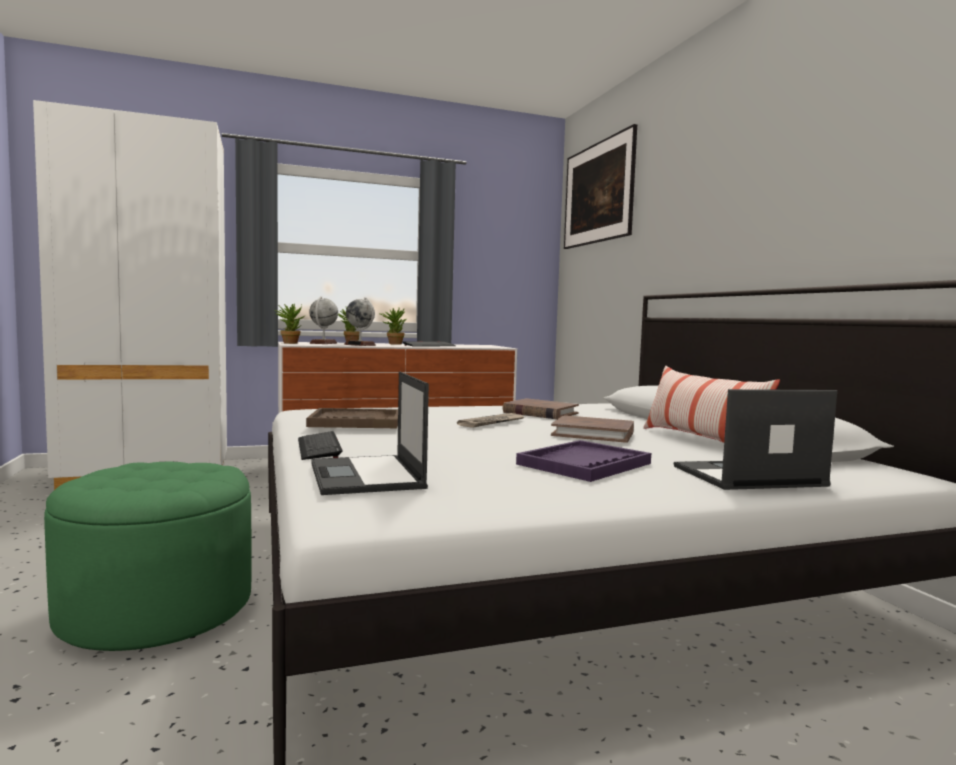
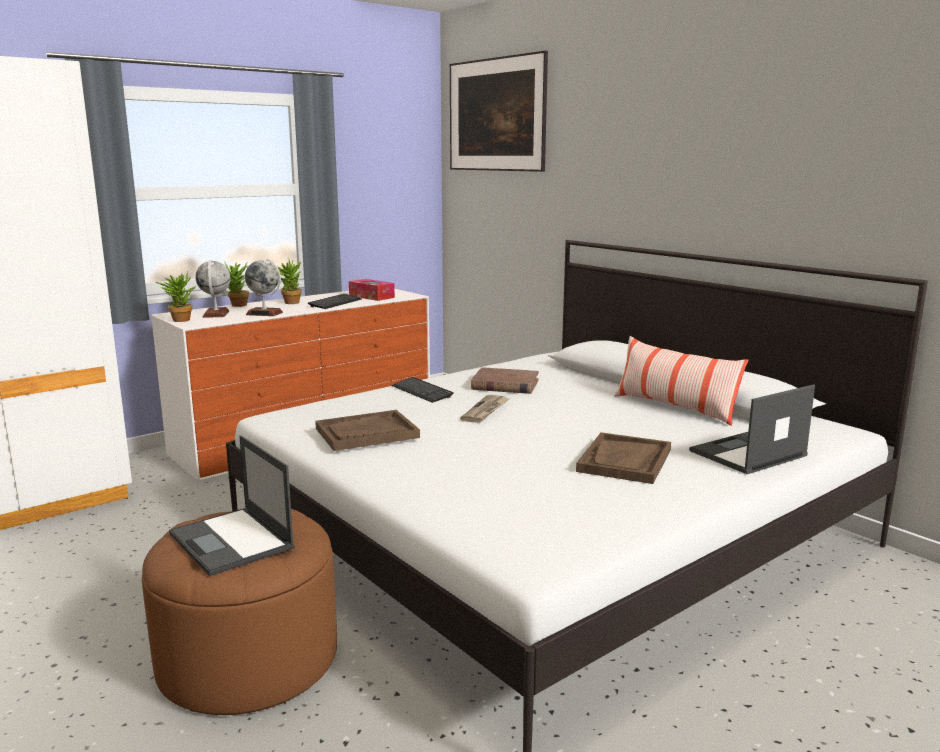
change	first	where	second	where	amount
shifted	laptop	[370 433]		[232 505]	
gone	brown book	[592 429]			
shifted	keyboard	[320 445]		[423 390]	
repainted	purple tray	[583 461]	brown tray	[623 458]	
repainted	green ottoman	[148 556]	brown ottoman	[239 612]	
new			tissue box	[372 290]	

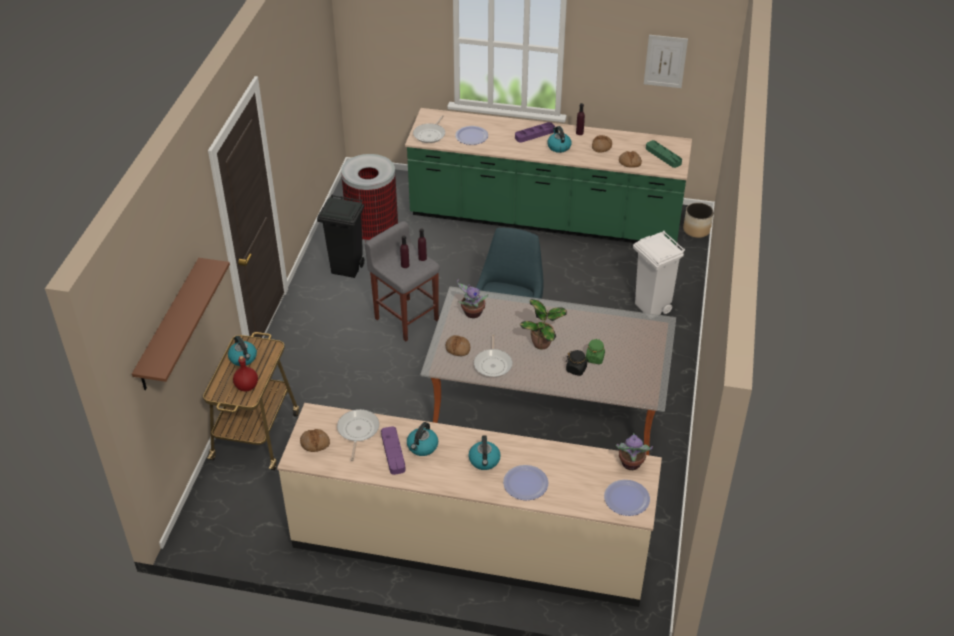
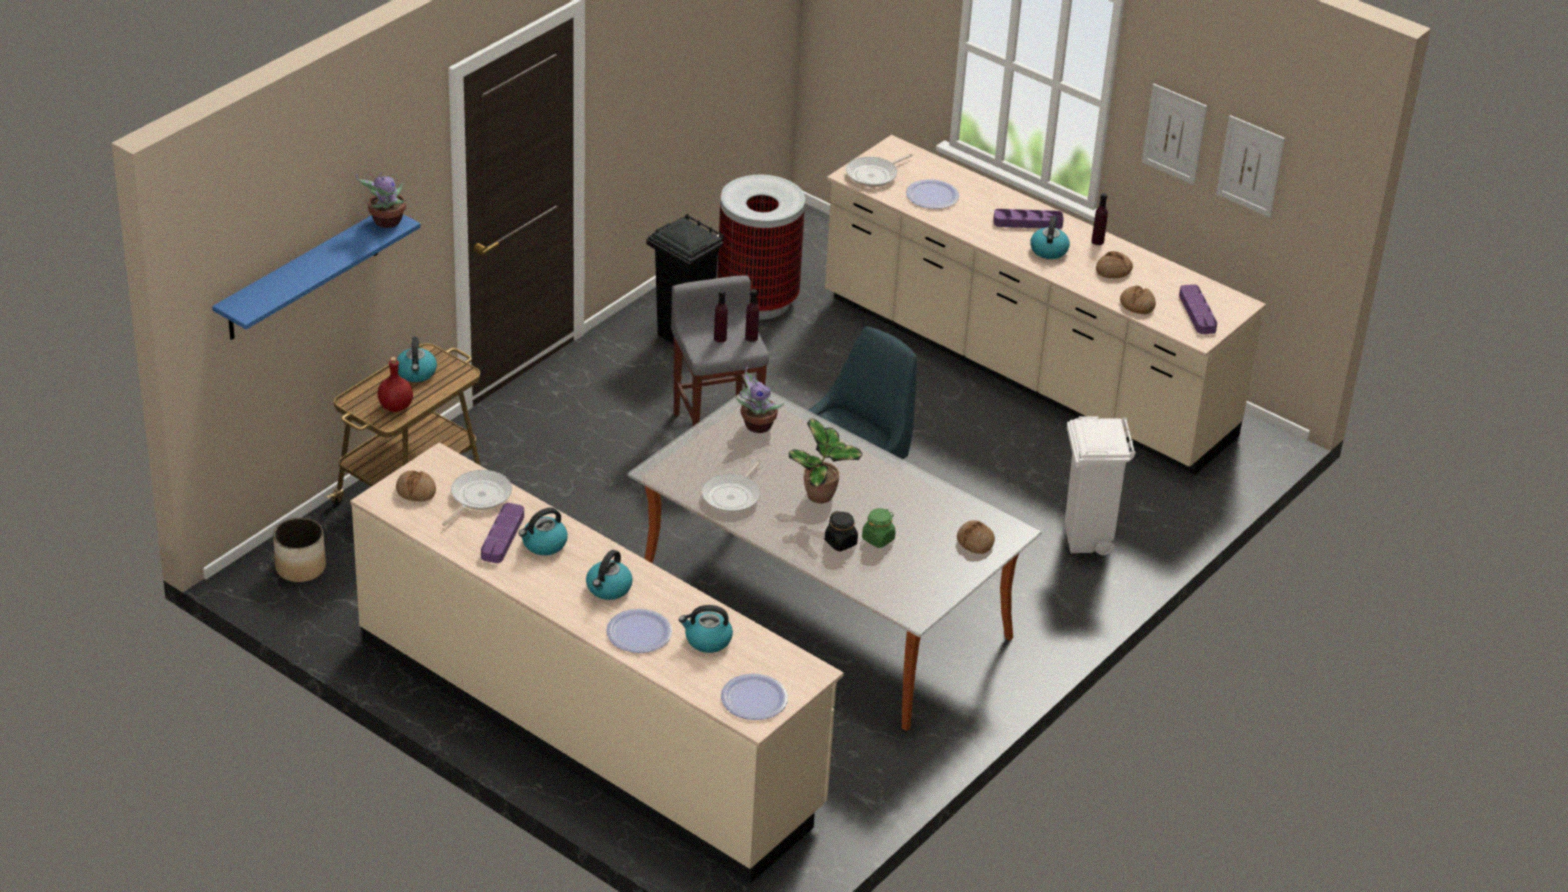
change	first	where	second	where	amount
repainted	green counter	[548 176]	beige counter	[1045 305]	
repainted	green tray	[664 154]	purple tray	[1198 309]	
shifted	planter	[698 220]		[299 550]	
repainted	brown shelf	[181 324]	blue shelf	[316 277]	
shifted	bread	[458 345]		[976 537]	
shifted	potted plant	[634 451]		[381 200]	
new			picture	[1174 134]	
new			kettle	[706 629]	

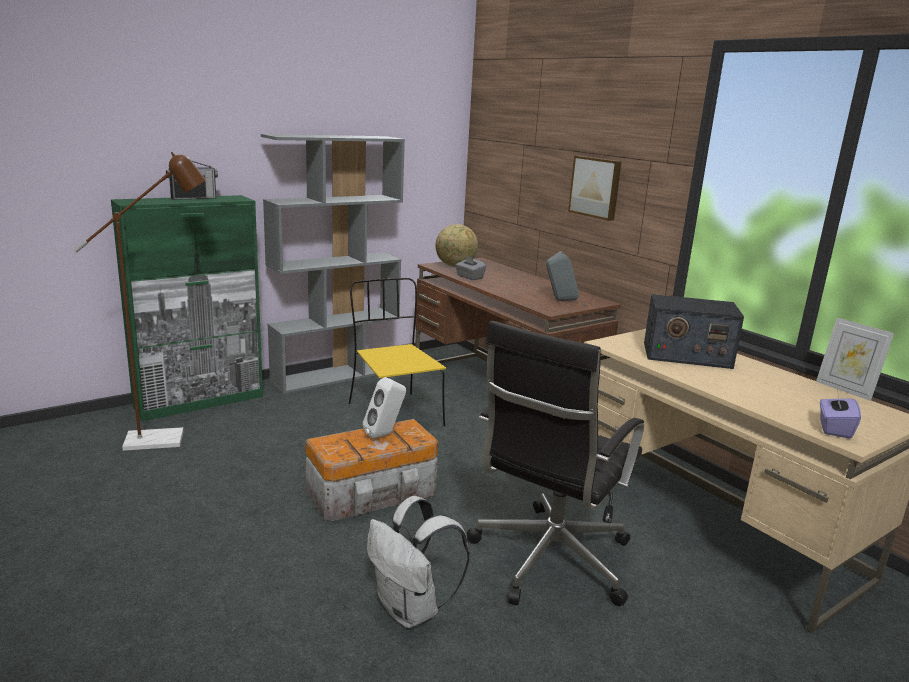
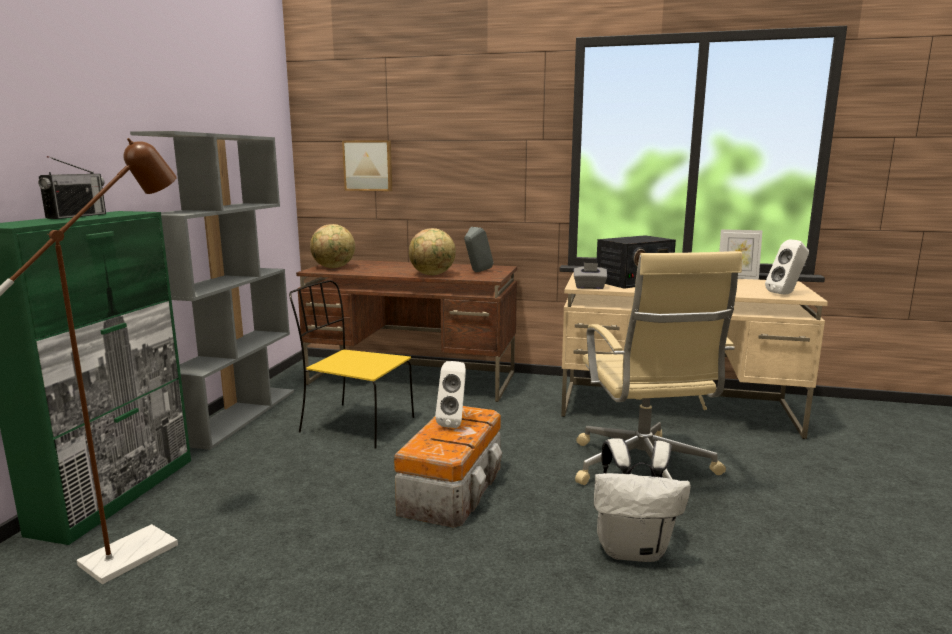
change	first	where	second	where	amount
shifted	picture	[595 188]		[367 165]	
shifted	grey tissue box	[470 267]		[590 276]	
repainted	black office chair	[555 463]	beige office chair	[658 368]	
swapped	purple tissue box	[840 414]	white speaker	[787 267]	
new			globe	[432 251]	

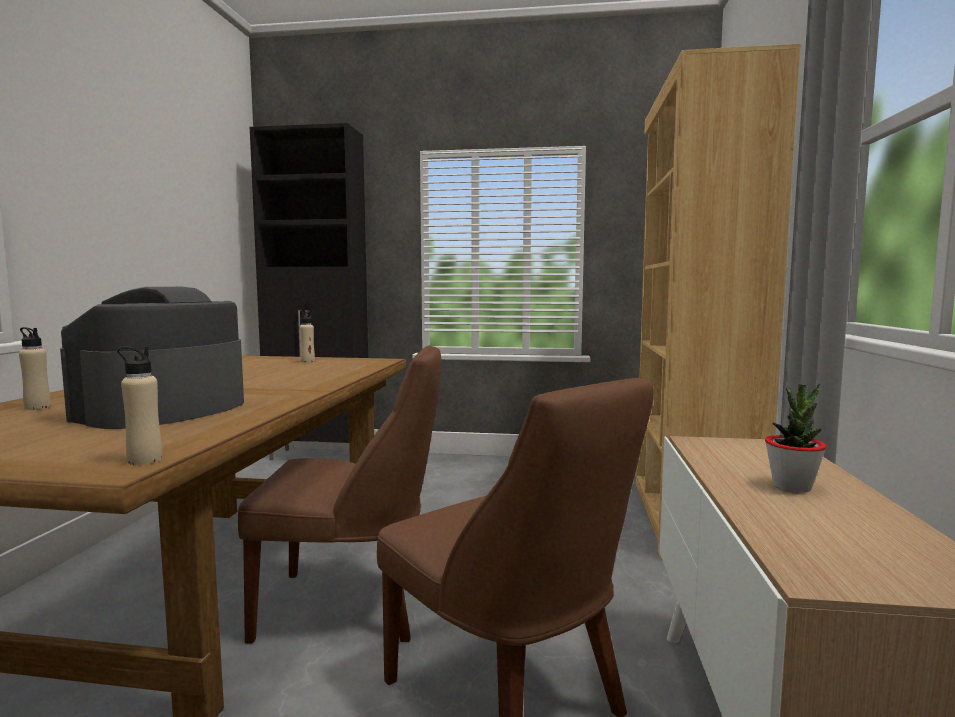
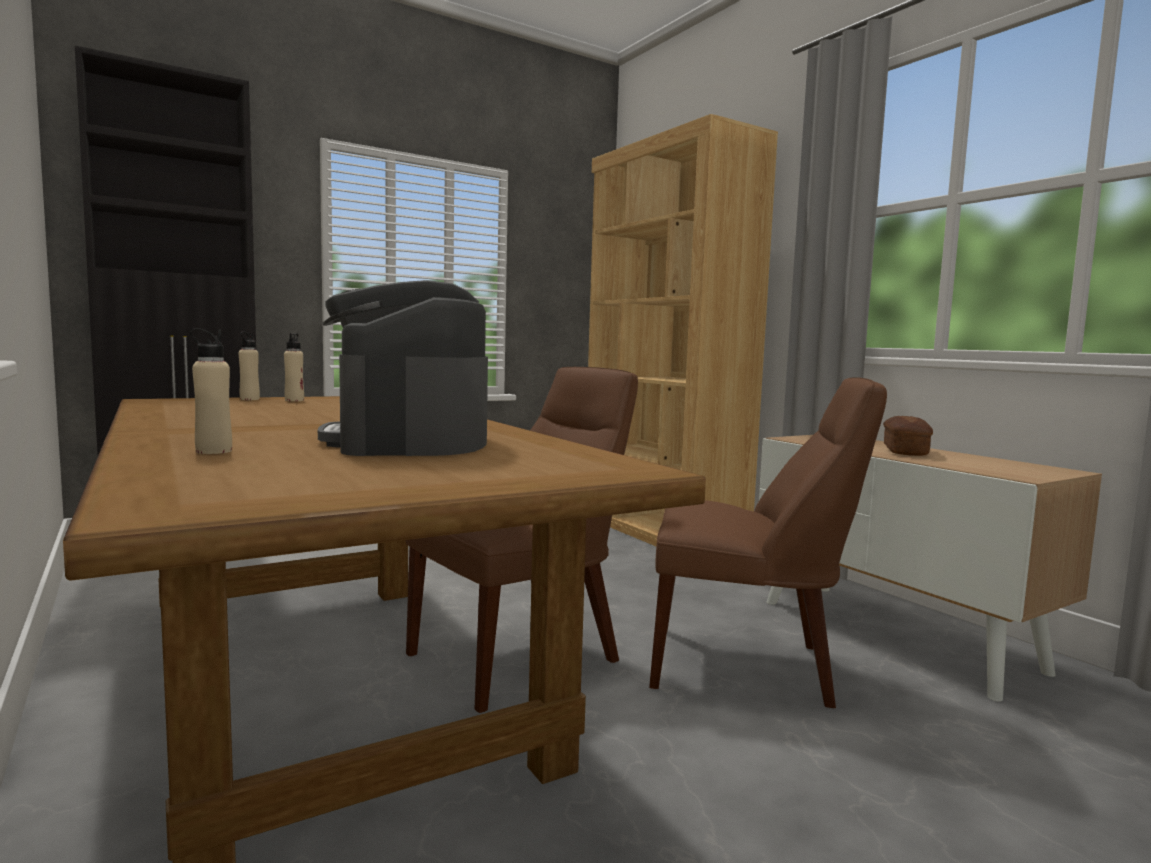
change	first	where	second	where	amount
shifted	beige bottle	[140 405]		[249 366]	
swapped	potted plant	[796 438]	bread	[908 436]	

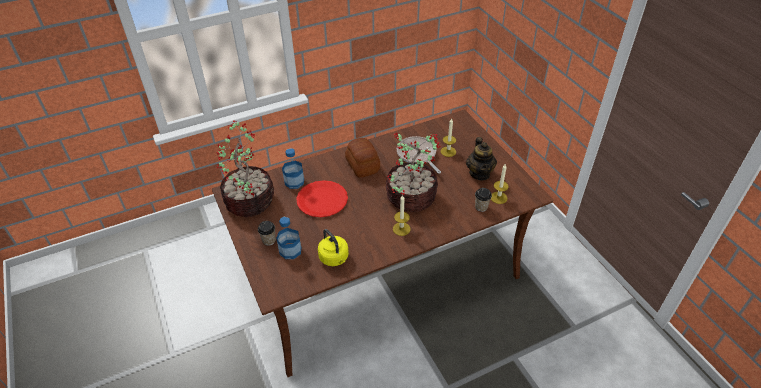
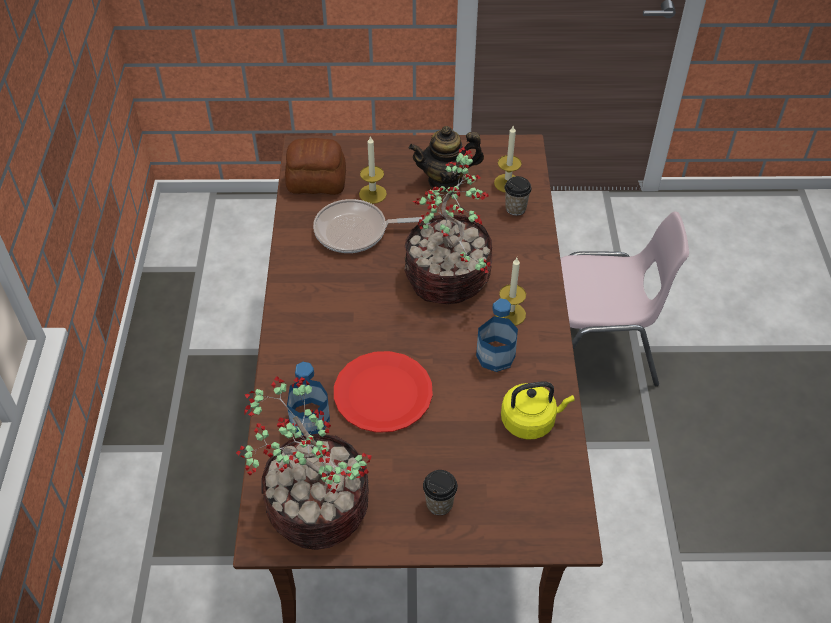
change	first	where	second	where	amount
rotated	teapot	[481 158]		[446 159]	150 degrees clockwise
shifted	bread	[362 158]		[315 166]	
shifted	bottle	[288 238]		[497 335]	
new			pink chair	[624 298]	

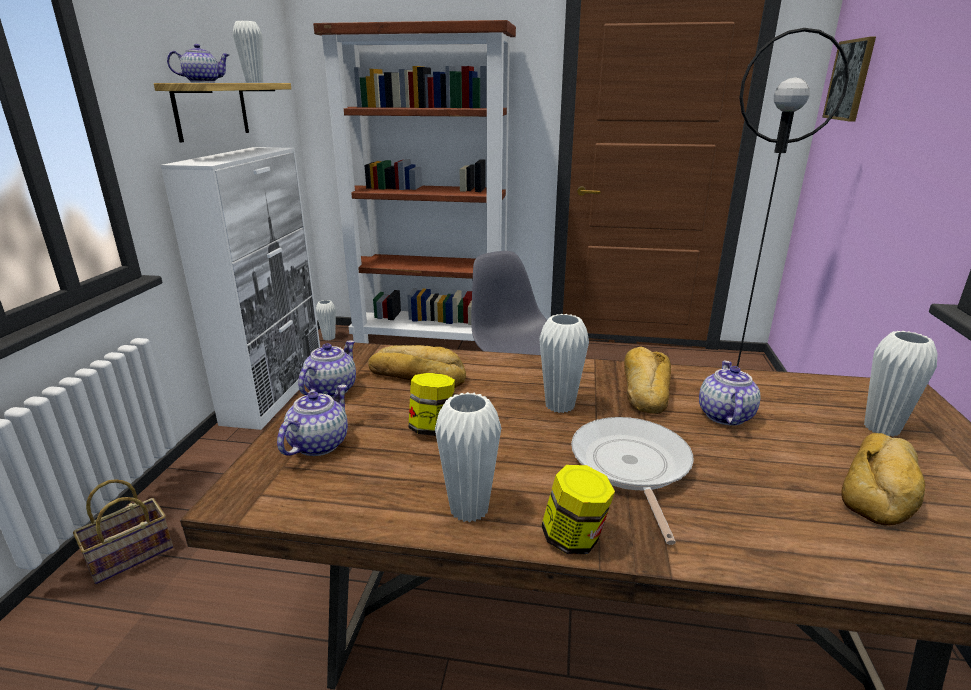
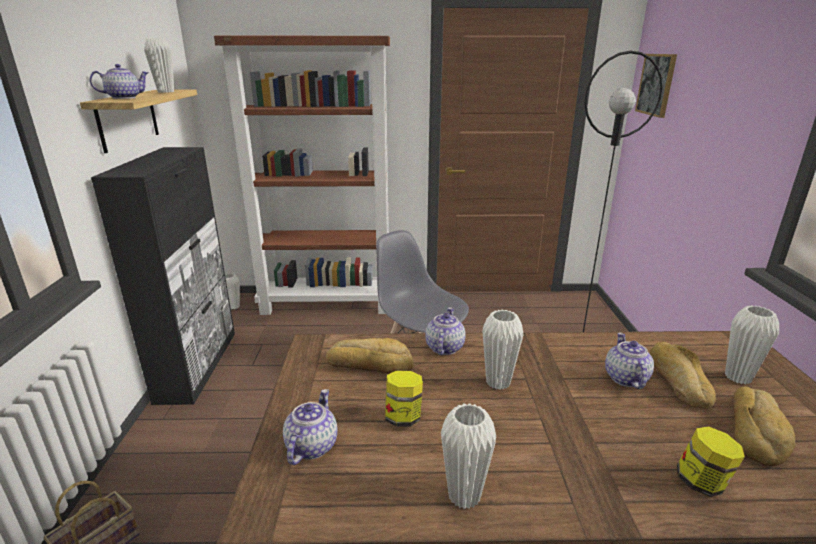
change	first	where	second	where	amount
repainted	white cabinet	[240 288]	black cabinet	[163 276]	
shifted	teapot	[327 369]		[445 331]	
shifted	bread	[647 380]		[683 375]	
gone	frying pan	[632 481]			
shifted	jar	[578 509]		[711 461]	

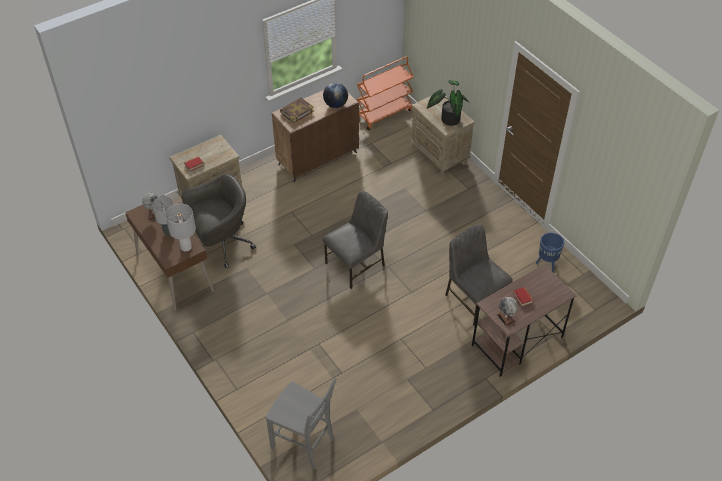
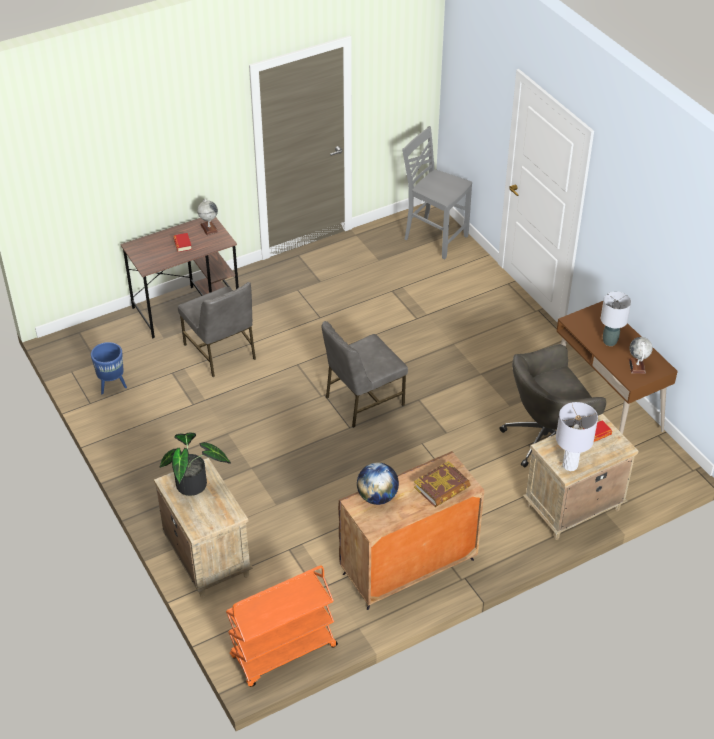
change	first	where	second	where	amount
shifted	grey table lamp	[180 228]		[577 436]	

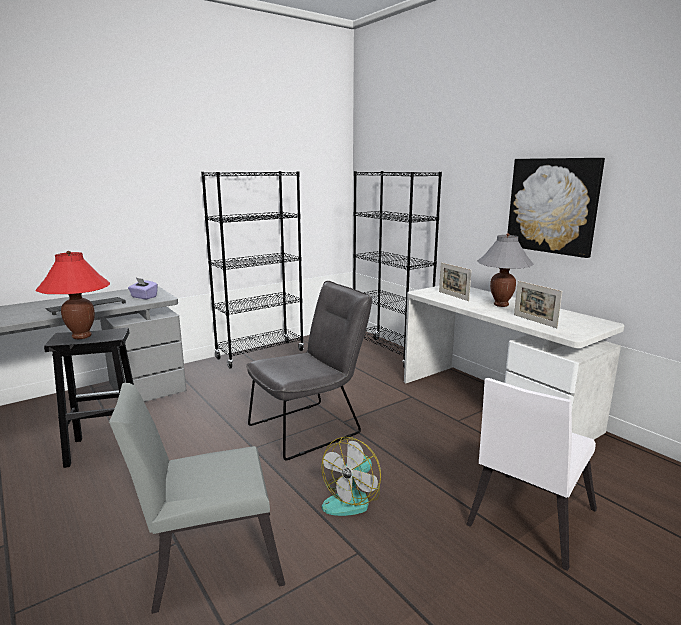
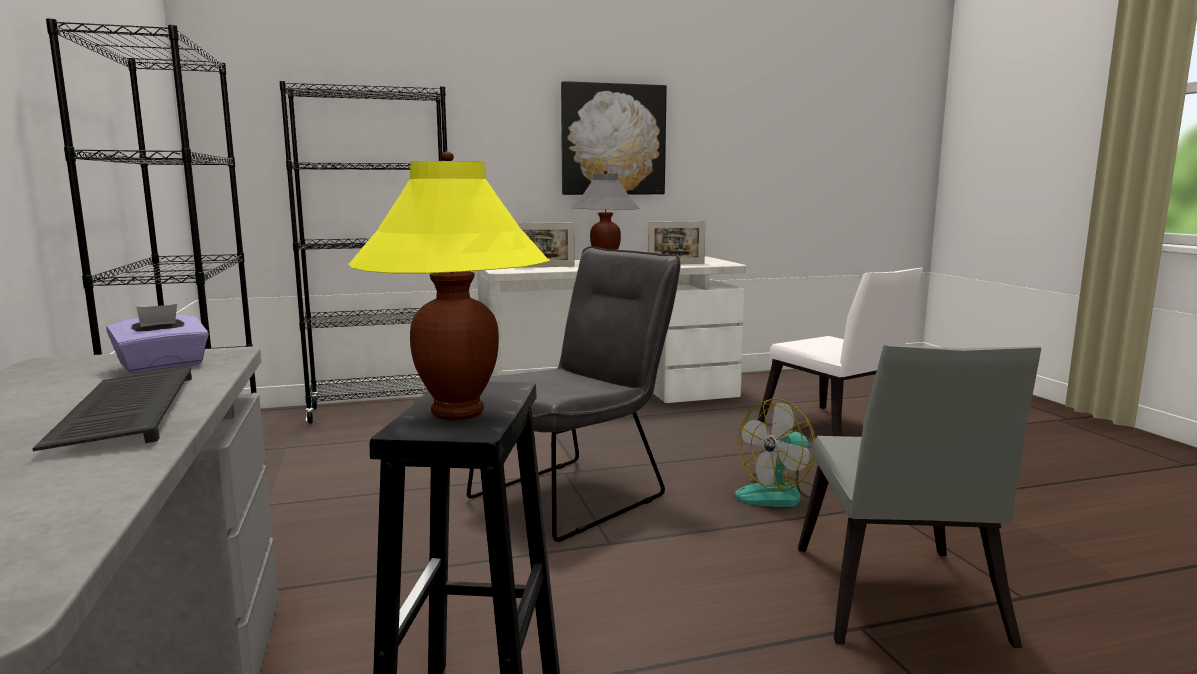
change	first	where	second	where	amount
repainted	red table lamp	[73 295]	yellow table lamp	[449 285]	
rotated	grey chair	[309 370]		[574 394]	60 degrees clockwise
rotated	fan	[351 476]		[775 453]	90 degrees clockwise

